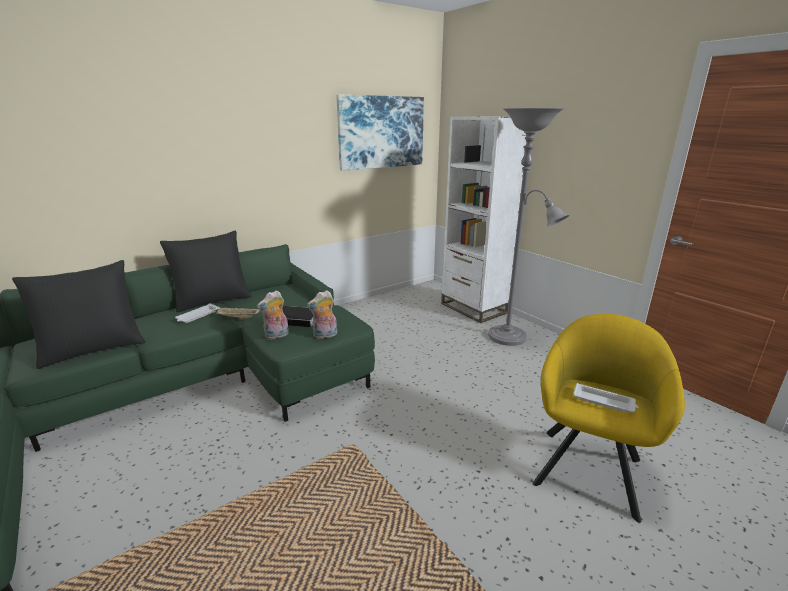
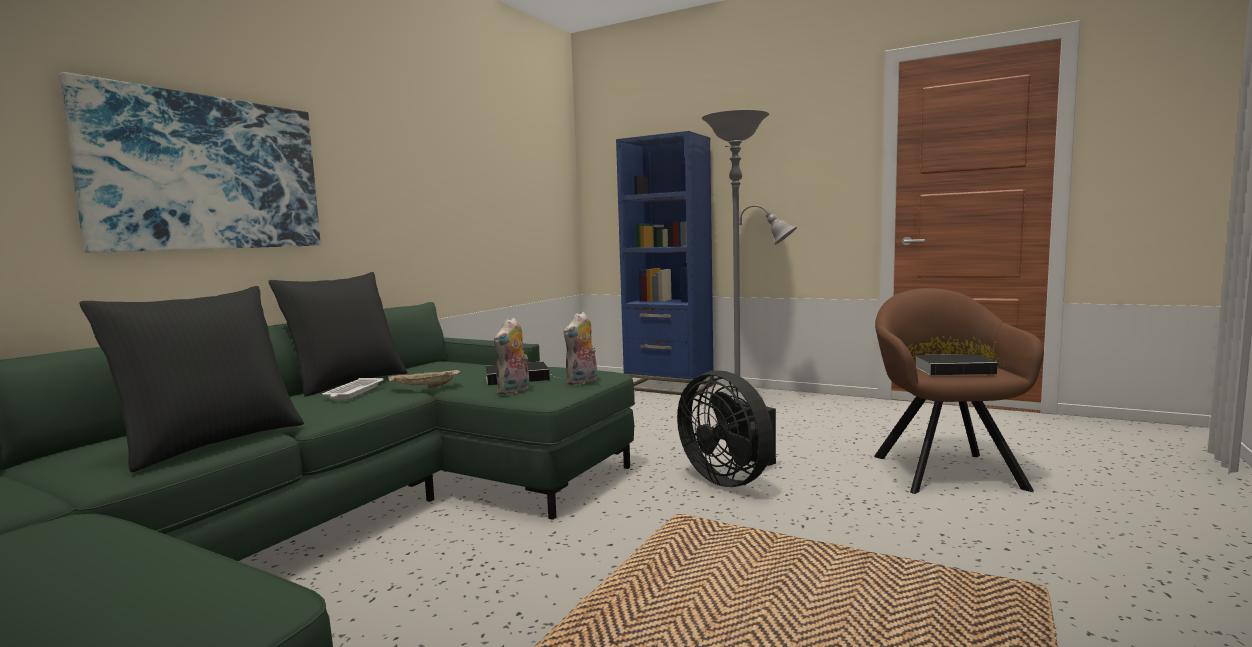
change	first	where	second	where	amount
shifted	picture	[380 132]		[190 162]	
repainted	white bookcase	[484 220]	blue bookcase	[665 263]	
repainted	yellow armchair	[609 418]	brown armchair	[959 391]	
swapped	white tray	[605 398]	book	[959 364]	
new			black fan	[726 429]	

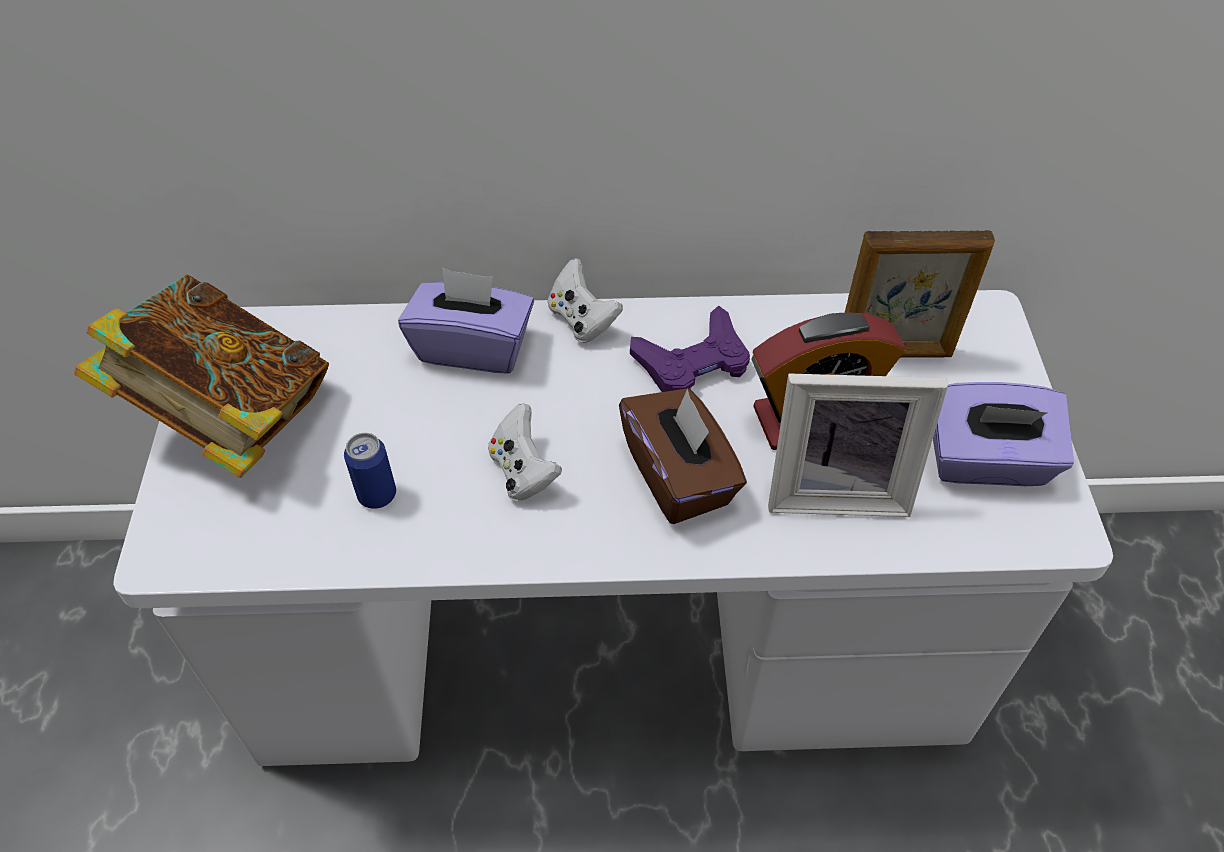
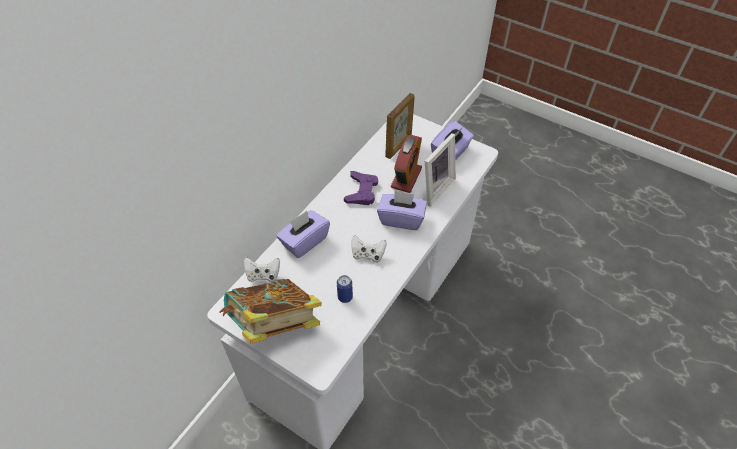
change	first	where	second	where	amount
shifted	white game controller	[585 300]		[262 269]	
repainted	brown tissue box	[683 456]	purple tissue box	[402 210]	

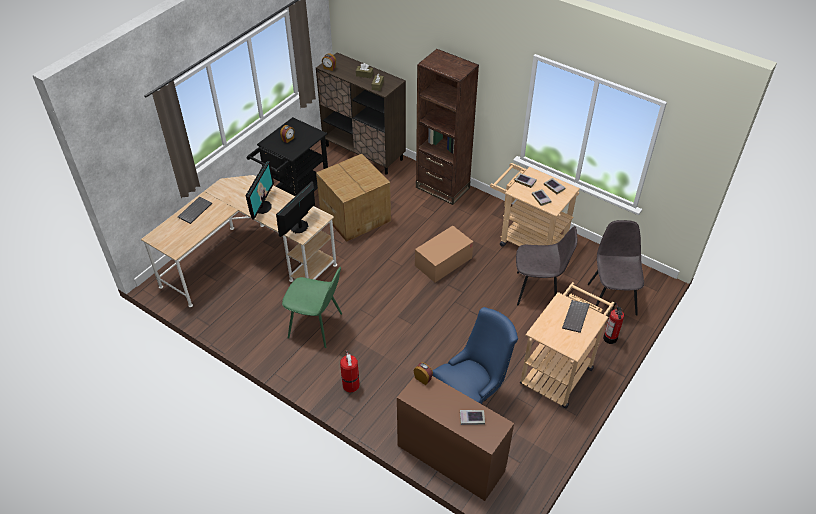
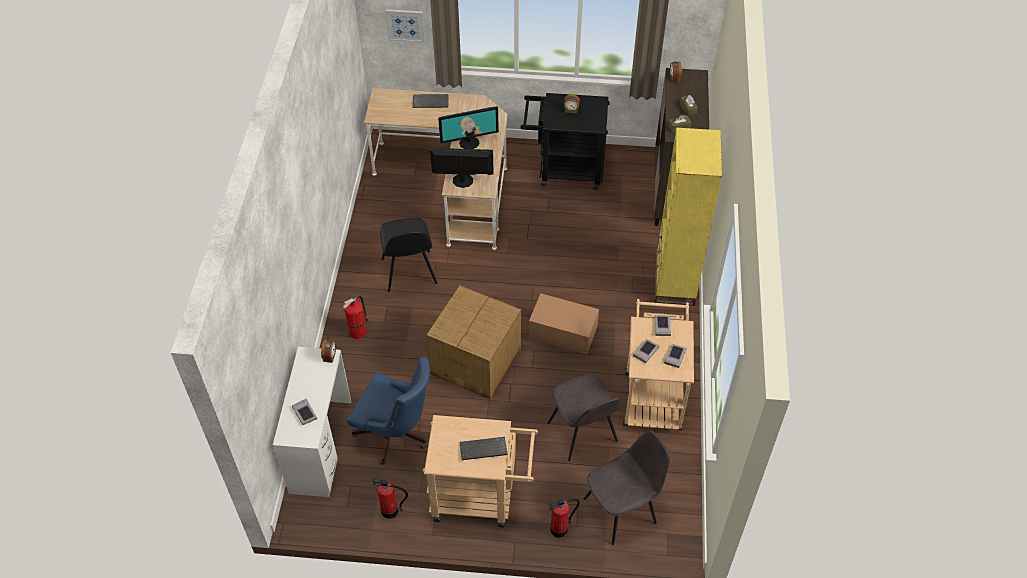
change	first	where	second	where	amount
repainted	brown bookcase	[447 127]	yellow bookcase	[688 216]	
shifted	cardboard box	[353 198]		[474 343]	
repainted	green chair	[312 307]	black chair	[408 255]	
repainted	brown desk	[455 438]	white desk	[312 422]	
new			picture	[405 26]	
new			fire extinguisher	[389 498]	

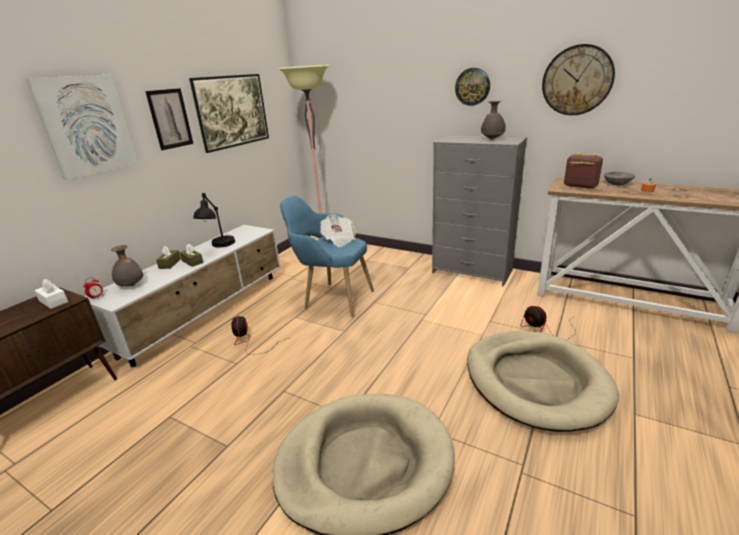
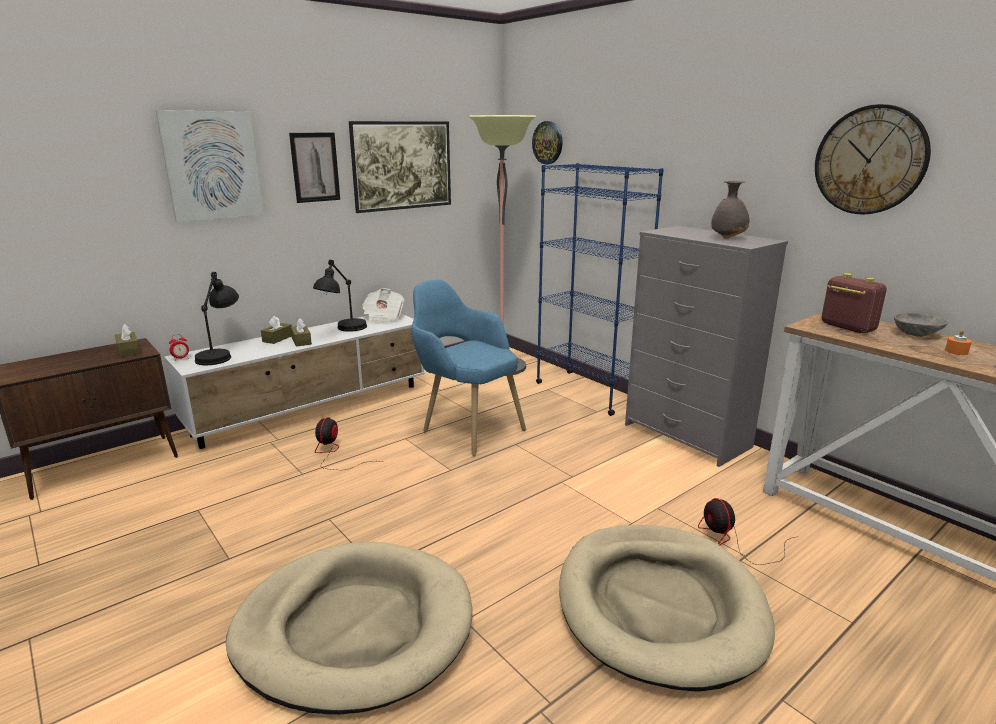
change	first	where	second	where	amount
shifted	wall clock	[472 87]		[547 142]	
shifted	newspaper	[338 231]		[383 306]	
swapped	grey vase	[127 266]	black table lamp	[217 319]	
repainted	white tissue box	[51 294]	brown tissue box	[127 340]	
new			blue bookcase	[600 289]	

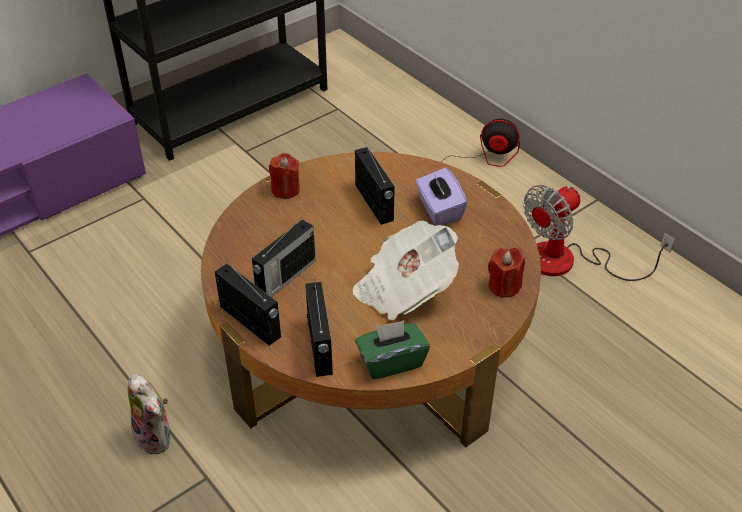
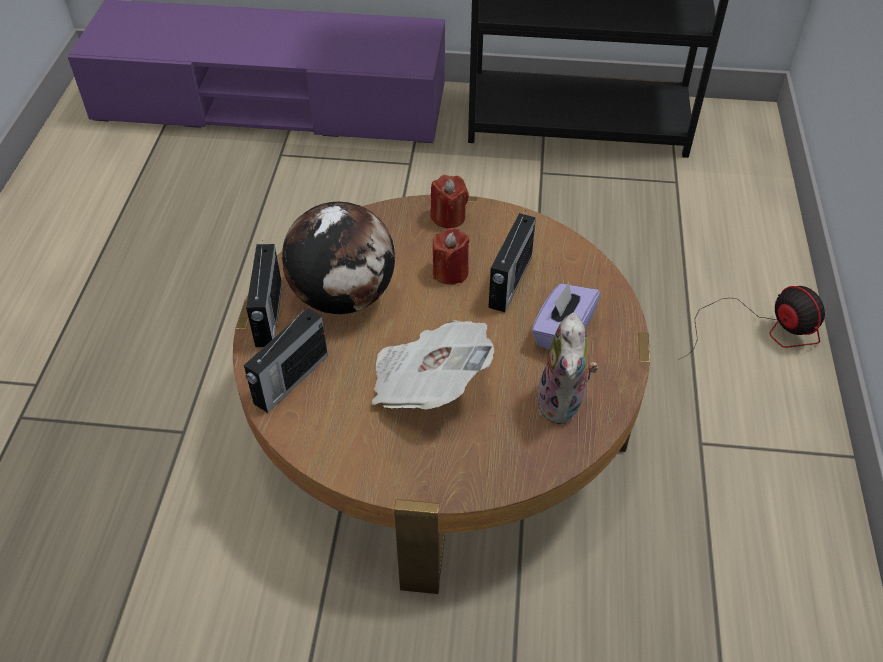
change	first	where	second	where	amount
gone	fan	[599 233]			
swapped	radio	[284 257]	globe	[338 258]	
shifted	red candle	[506 273]		[451 256]	
gone	green tissue box	[392 349]			
shifted	plush toy	[149 414]		[567 368]	

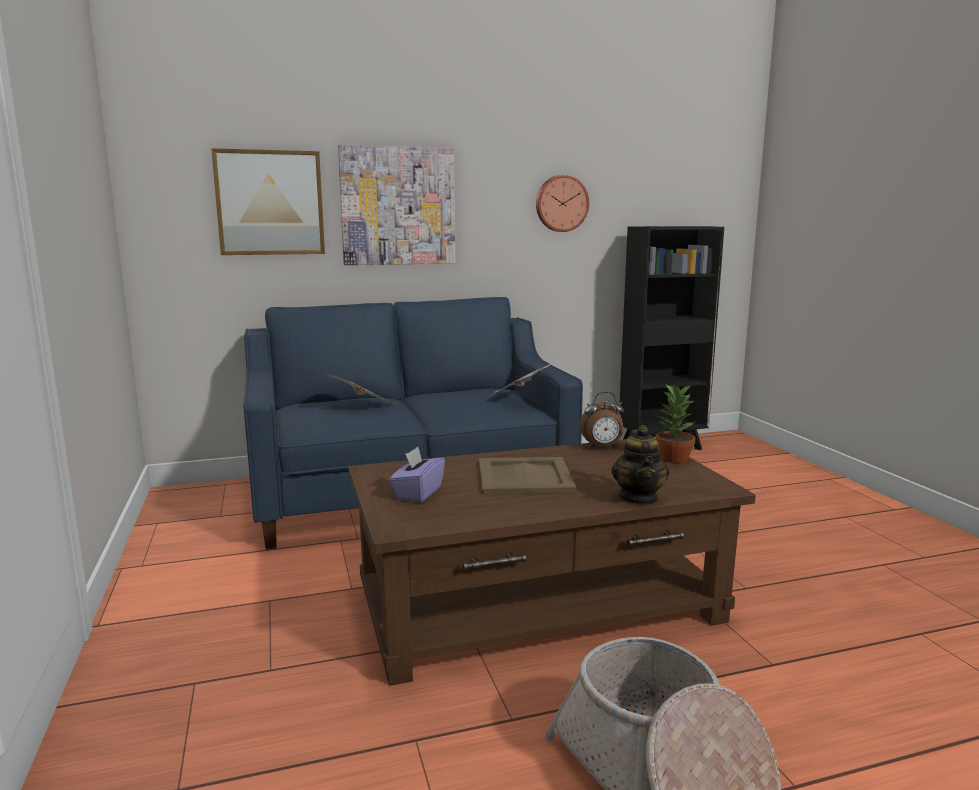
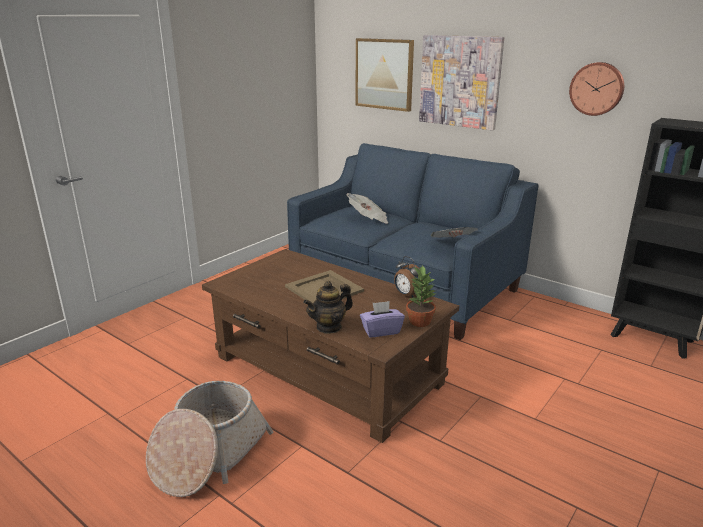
change	first	where	second	where	amount
shifted	purple tissue box	[417 475]		[382 319]	

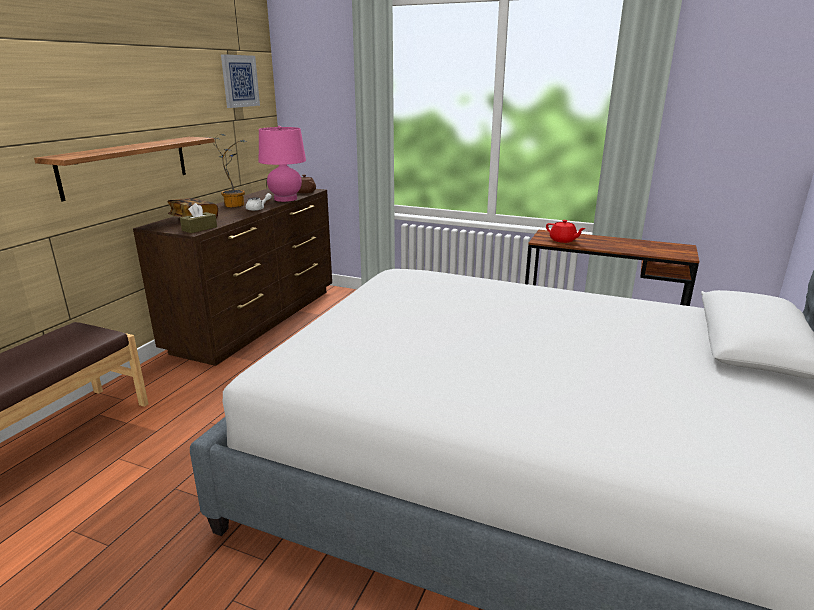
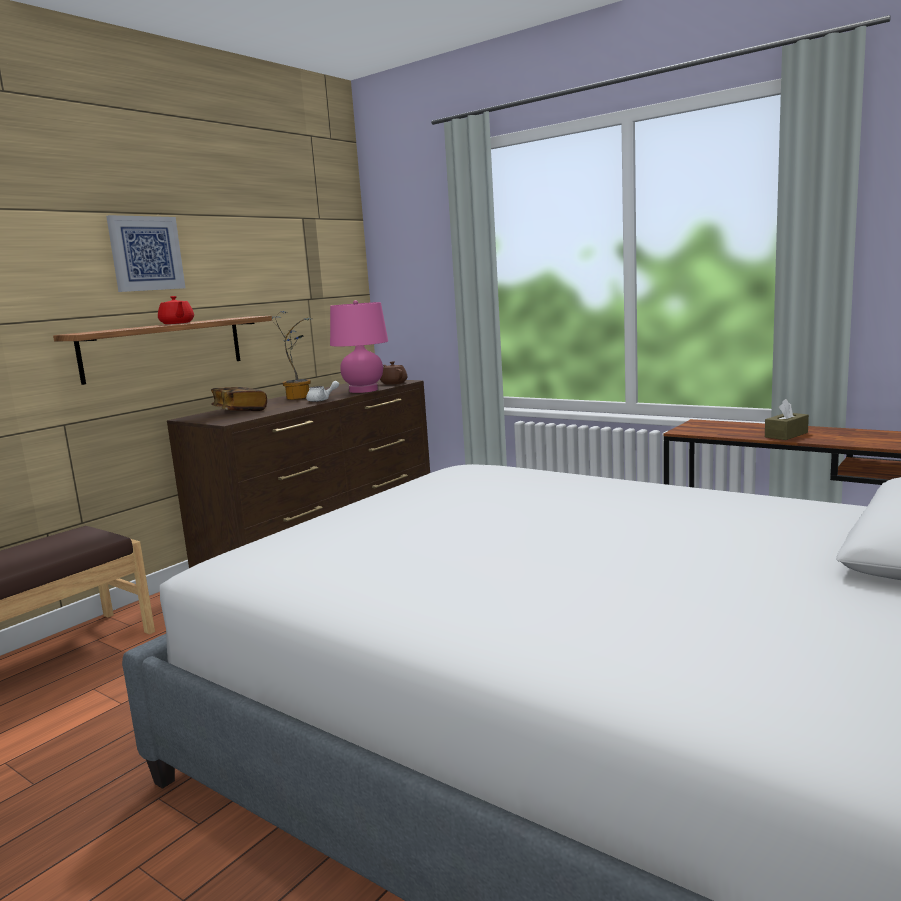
change	first	where	second	where	amount
shifted	picture	[240 81]		[145 253]	
shifted	brown tissue box	[198 218]		[787 419]	
shifted	red teapot	[566 231]		[176 310]	

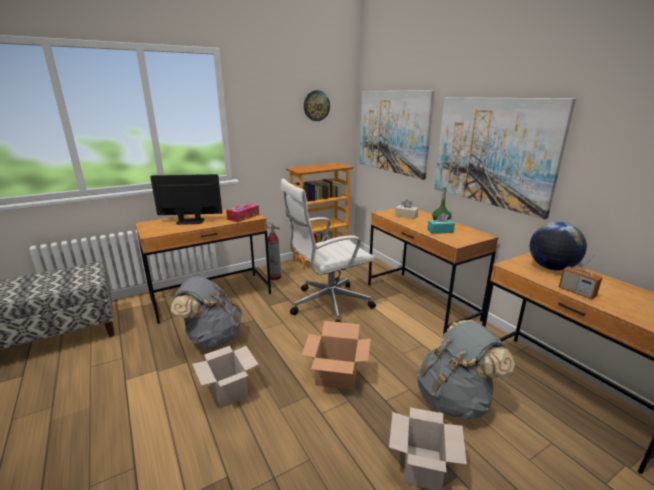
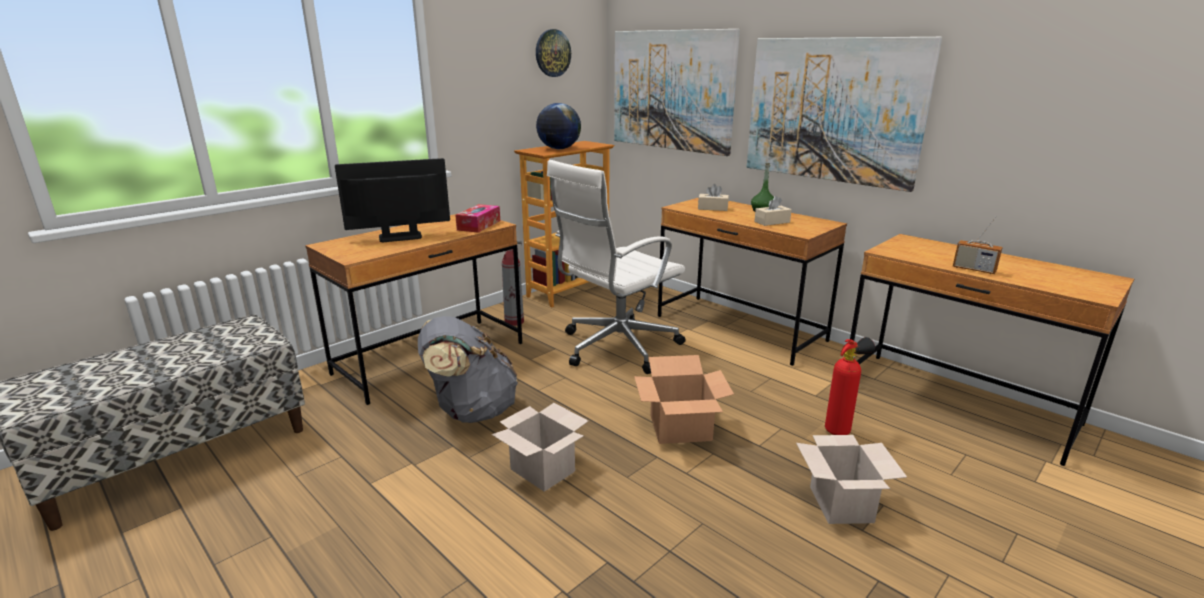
change	first	where	second	where	amount
repainted	turquoise tissue box	[441 223]	beige tissue box	[773 211]	
shifted	globe	[558 246]		[558 126]	
swapped	grey backpack	[466 370]	fire extinguisher	[850 386]	

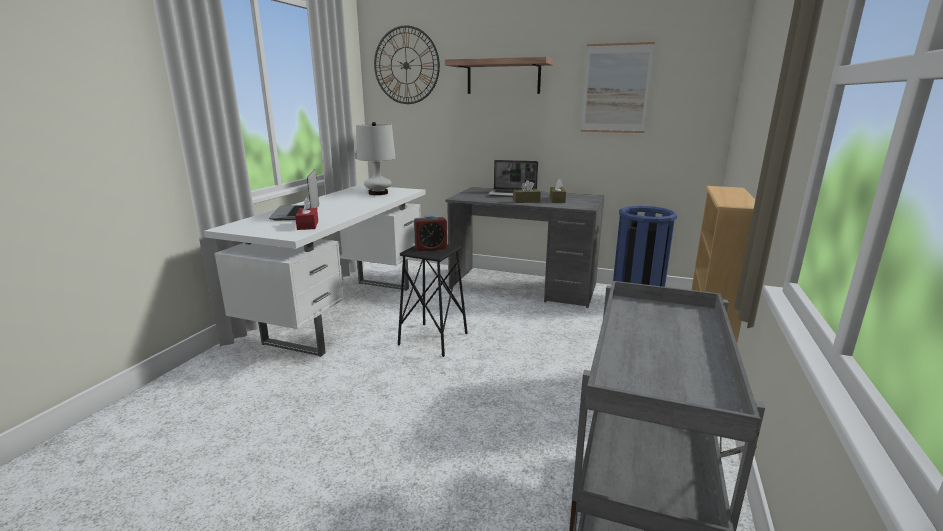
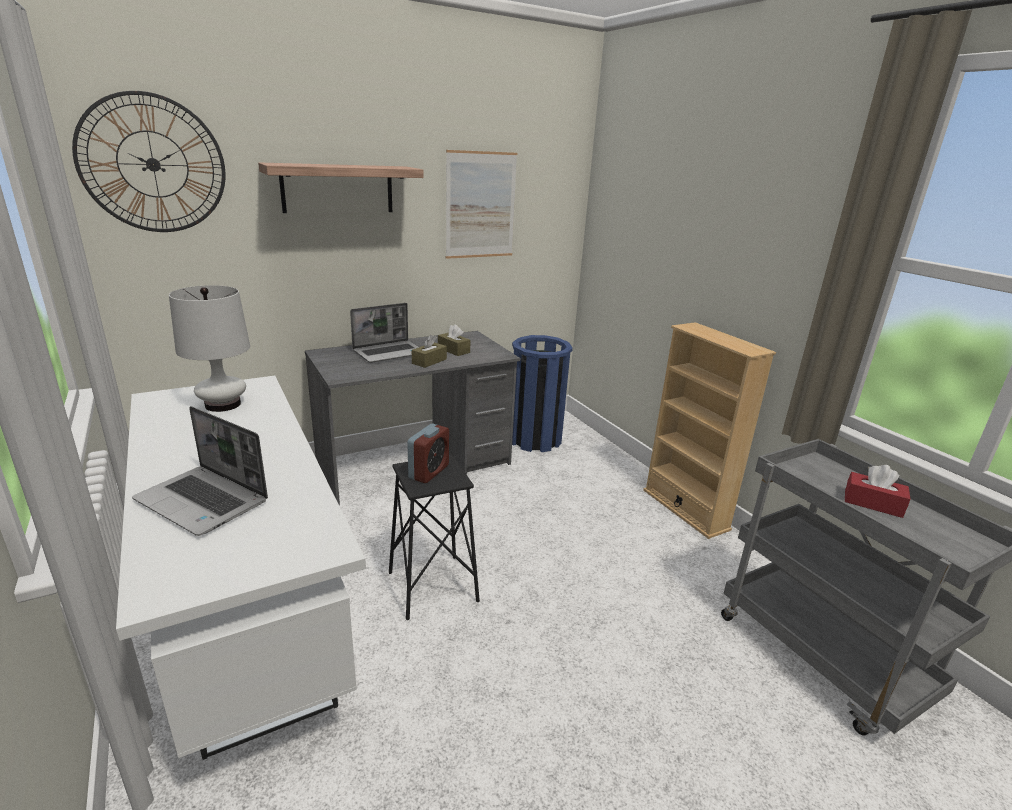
change	first	where	second	where	amount
shifted	red tissue box	[306 214]		[877 491]	

